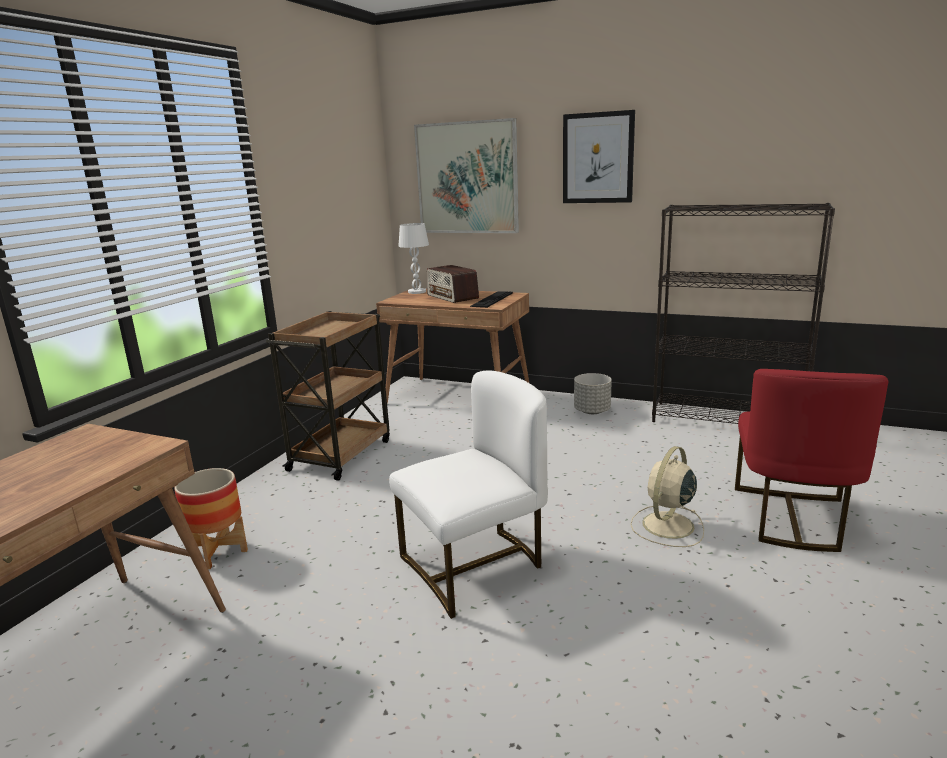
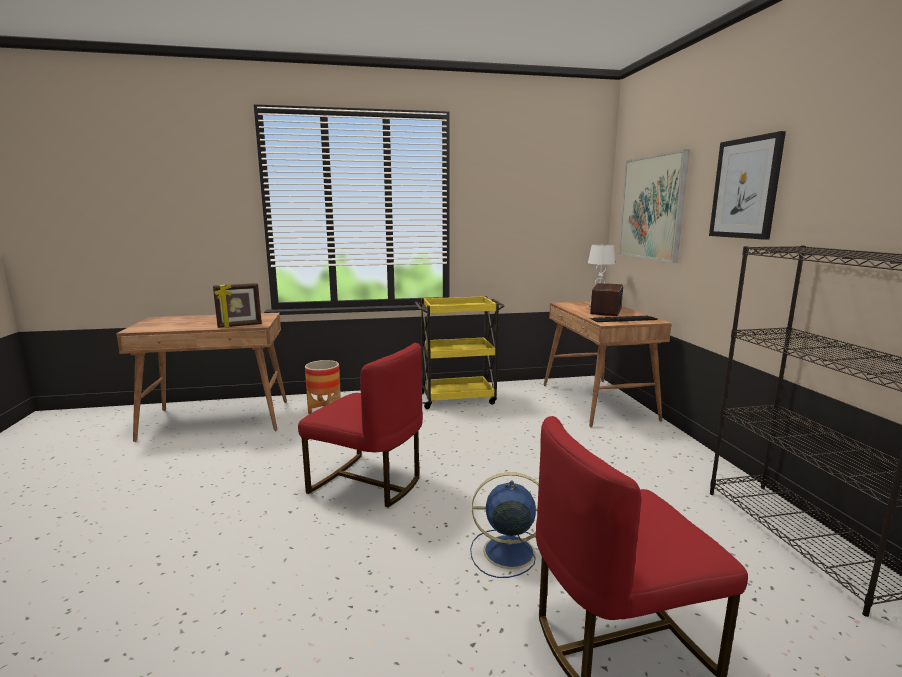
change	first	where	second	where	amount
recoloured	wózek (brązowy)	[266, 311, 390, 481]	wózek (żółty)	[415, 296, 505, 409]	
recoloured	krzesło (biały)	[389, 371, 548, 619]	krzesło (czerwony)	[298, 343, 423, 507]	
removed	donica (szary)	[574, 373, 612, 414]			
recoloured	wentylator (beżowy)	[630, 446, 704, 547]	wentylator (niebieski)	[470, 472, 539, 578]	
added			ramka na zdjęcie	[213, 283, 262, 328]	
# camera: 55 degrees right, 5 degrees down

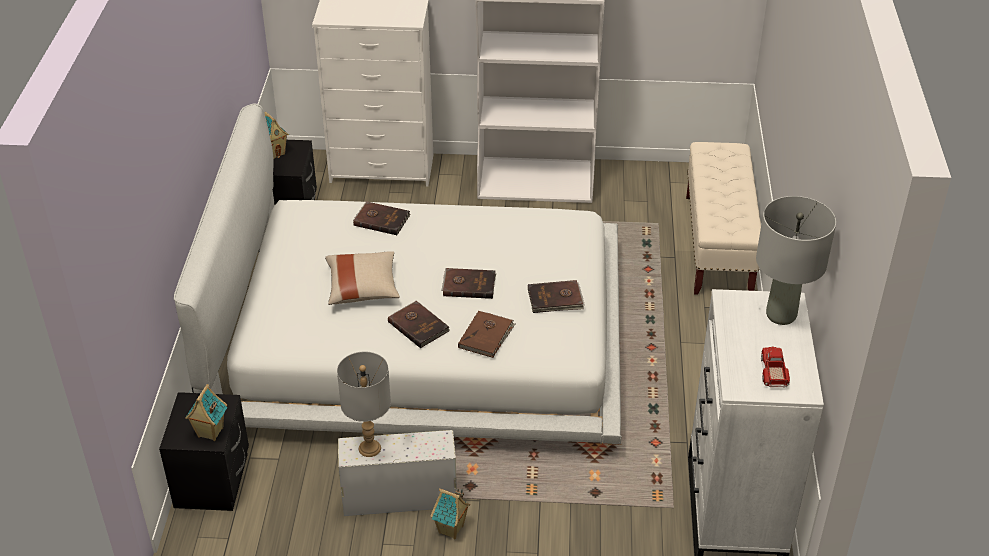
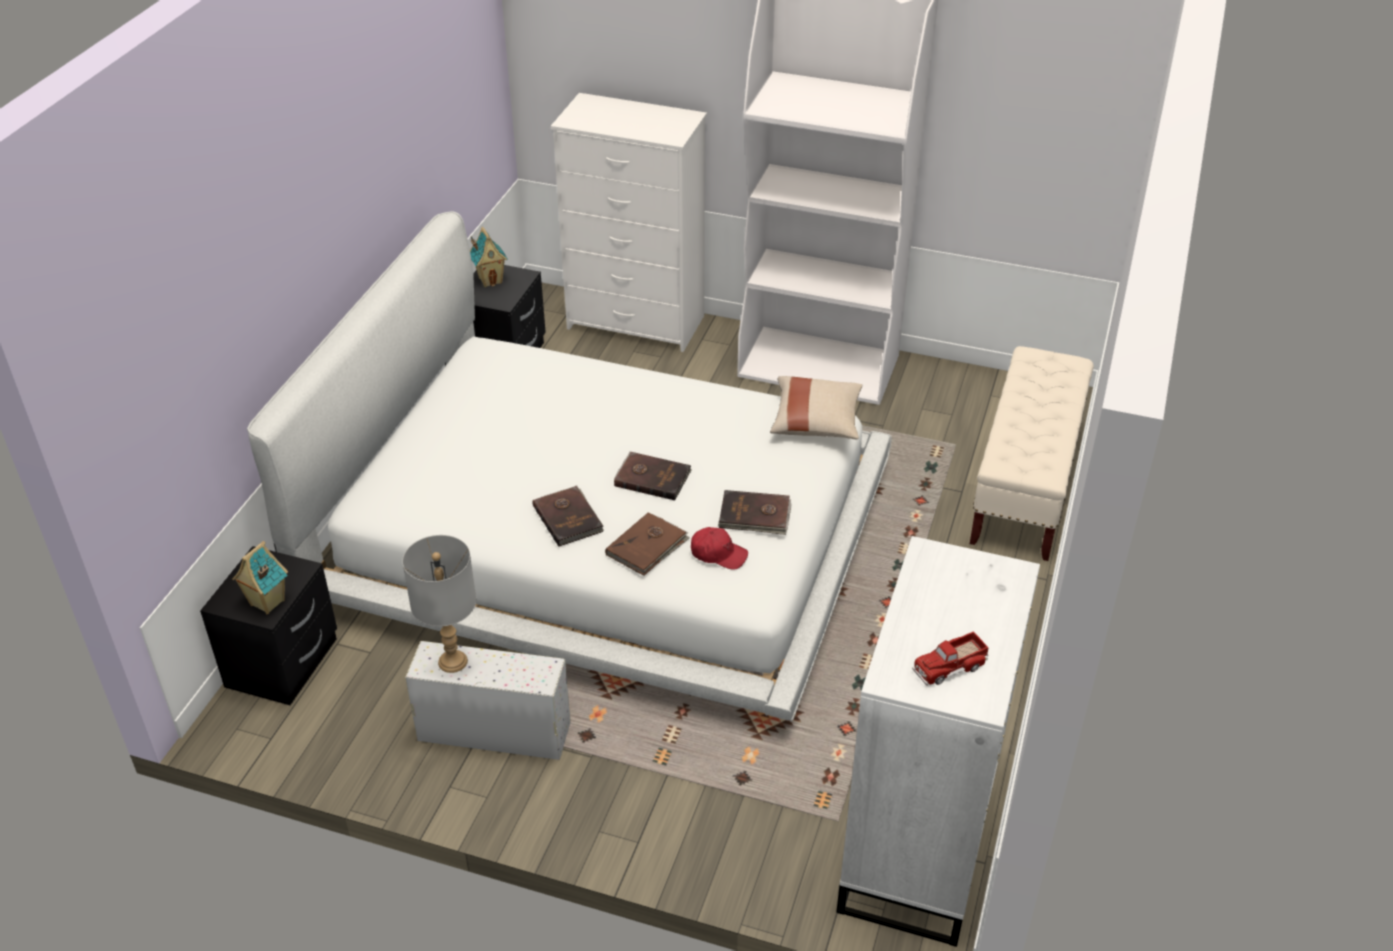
change	first	where	second	where	amount
removed	lampa stołowa (szary)	[756, 196, 836, 325]			
removed	książka (brązowy)	[353, 201, 410, 235]			
moved	poduszka (beżowy)	[325, 251, 400, 305]		[770, 376, 862, 439]	
turned	ciężarówka zabawkowa	[761, 346, 790, 387]		[912, 631, 989, 686]	135 degrees counterclockwise
removed	domek	[430, 488, 470, 539]			
added			czapka z daszkiem (czerwony)	[691, 527, 748, 570]	
# camera: 15 degrees right, 0 degrees up

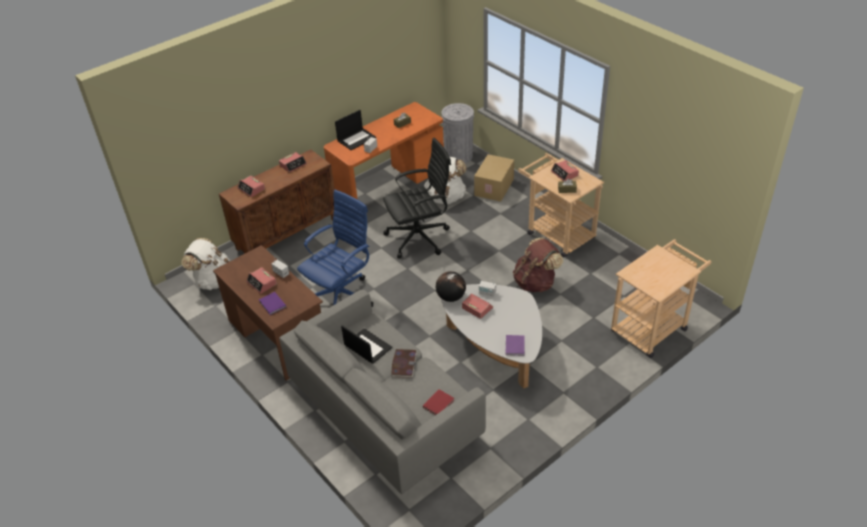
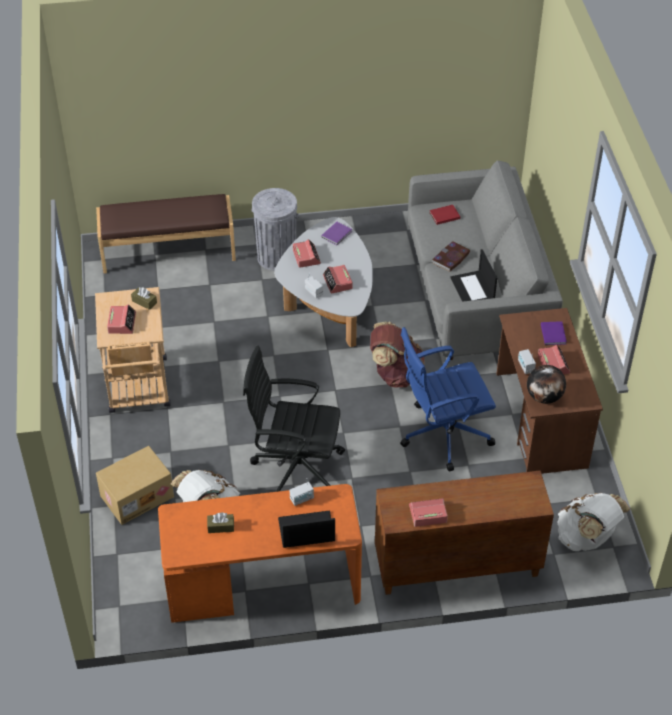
change	first	where	second	where	amount
moved	kosz na śmieci (szary)	[441, 103, 474, 163]		[252, 188, 299, 271]	
moved	budzik	[238, 176, 265, 197]		[293, 239, 321, 268]	
moved	plecak (brązowy)	[513, 237, 563, 293]		[370, 322, 424, 388]	
replaced	wózek (beżowy)	[611, 239, 712, 358]	ławka (brązowy)	[96, 194, 236, 274]	
moved	globus	[436, 271, 466, 302]		[527, 365, 566, 404]	
# camera: 150 degrees left, 5 degrees up

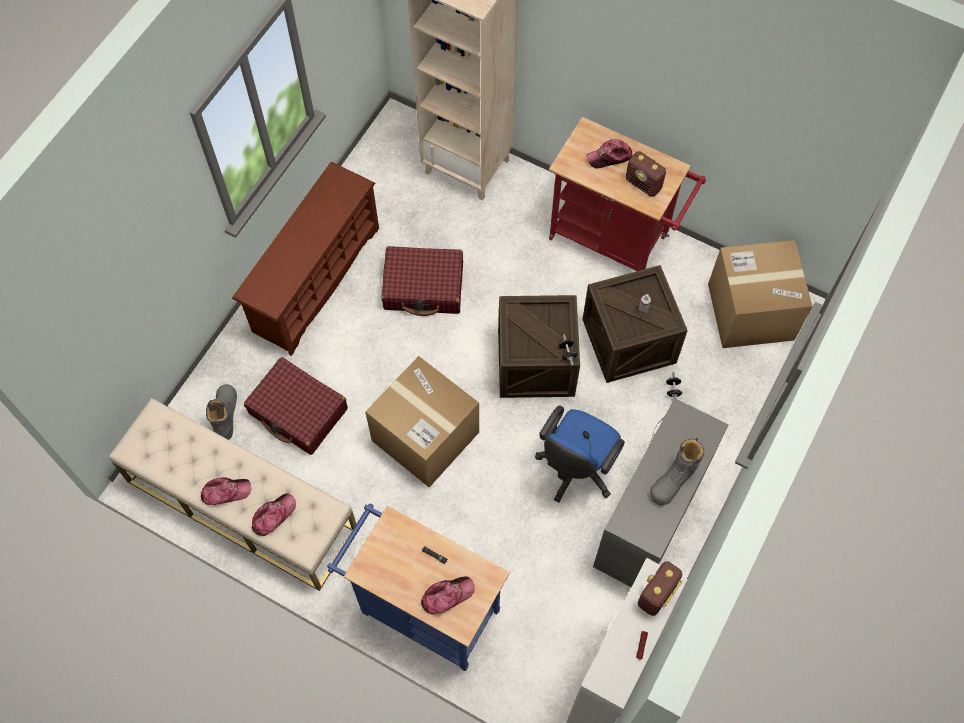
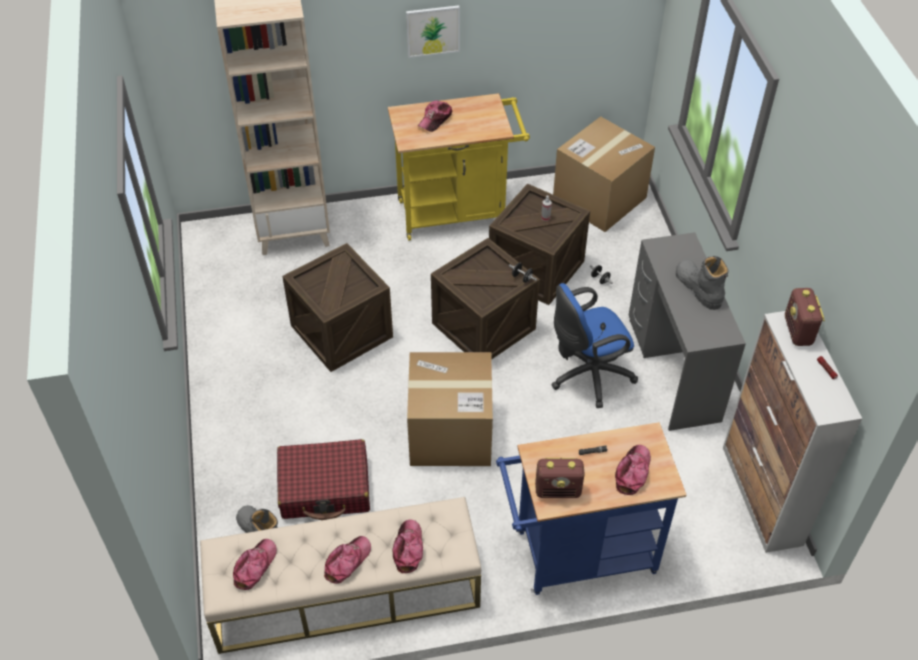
change	first	where	second	where	amount
recoloured	wózek (czerwony)	[549, 117, 706, 271]	wózek (żółty)	[388, 93, 530, 240]	
moved	radio	[626, 151, 666, 197]		[535, 458, 584, 498]	
removed	regał na buty (brązowy)	[232, 162, 379, 356]			
replaced	walizka (czerwony)	[381, 246, 463, 316]	skrzynka	[282, 243, 393, 372]	
turned	krzesło biurowe (niebieski)	[535, 406, 625, 503]		[551, 283, 638, 408]	75 degrees clockwise
turned	but z cholewką (szary)	[650, 438, 704, 505]		[675, 256, 729, 310]	150 degrees clockwise
added			obraz	[406, 5, 460, 58]	
added			czapka z daszkiem	[233, 539, 277, 590]	
# camera: 40 degrees left, 15 degrees down

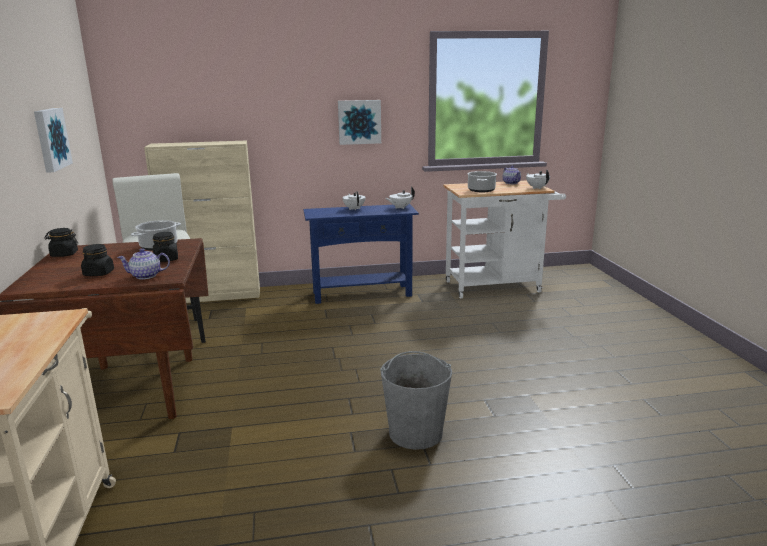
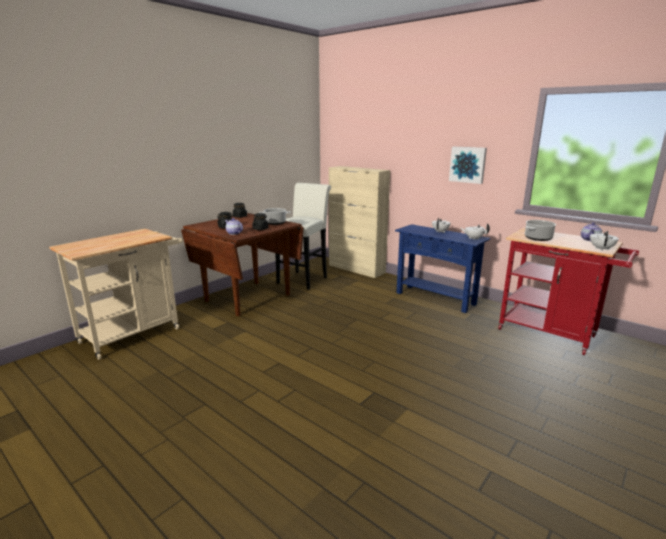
change	first	where	second	where	amount
removed	obraz	[34, 108, 73, 173]			
recoloured	wózek (biały)	[443, 181, 566, 299]	wózek (czerwony)	[498, 228, 639, 355]	
removed	wiadro (szary)	[380, 351, 452, 450]			
# camera: 50 degrees right, 0 degrees up

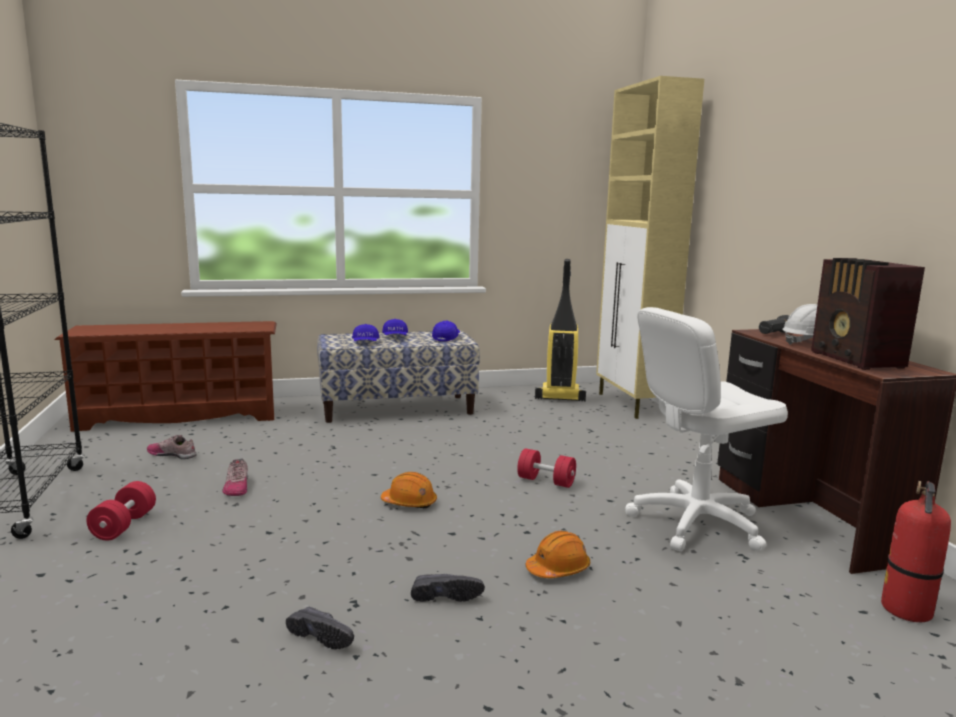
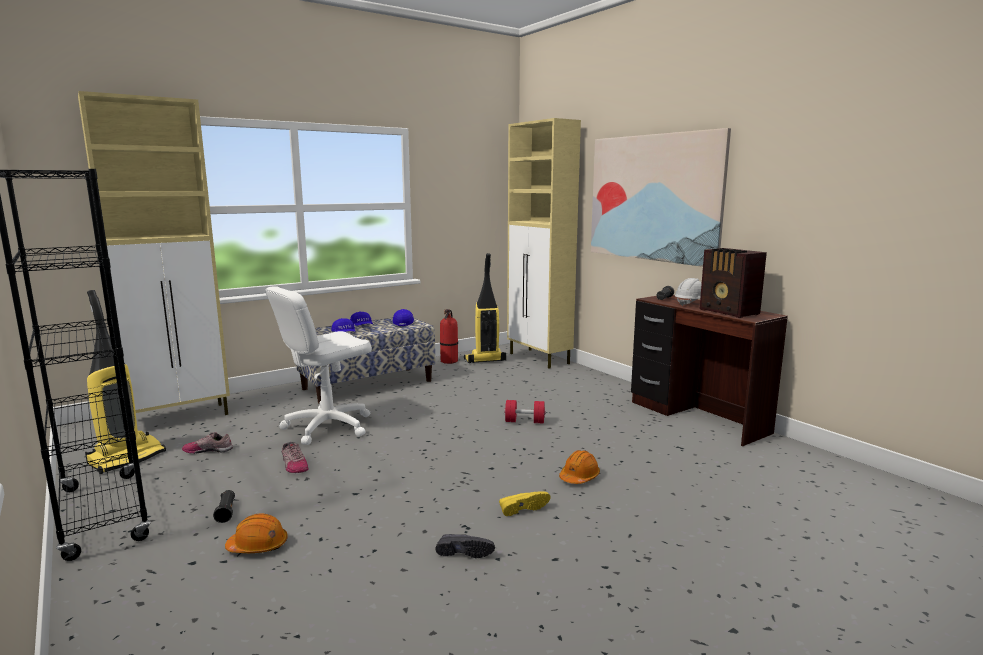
change	first	where	second	where	amount
moved	krzesło biurowe (biały)	[625, 307, 788, 551]		[266, 286, 372, 445]	
replaced	regał na buty (brązowy)	[55, 321, 277, 432]	szafka (beżowy)	[78, 91, 230, 415]	
moved	kask (pomarańczowy)	[381, 472, 437, 509]		[225, 513, 288, 553]	
replaced	hantel (czerwony)	[86, 481, 156, 541]	latarka (czarny)	[213, 490, 235, 523]	
moved	gaśnica	[881, 481, 951, 622]		[440, 309, 458, 364]	
recoloured	but (czarny)	[411, 574, 485, 602]	but (żółty)	[499, 491, 551, 516]	
added			obraz	[591, 128, 731, 267]	
added			odkurzacz	[85, 290, 166, 474]	
# camera: 20 degrees left, 0 degrees up

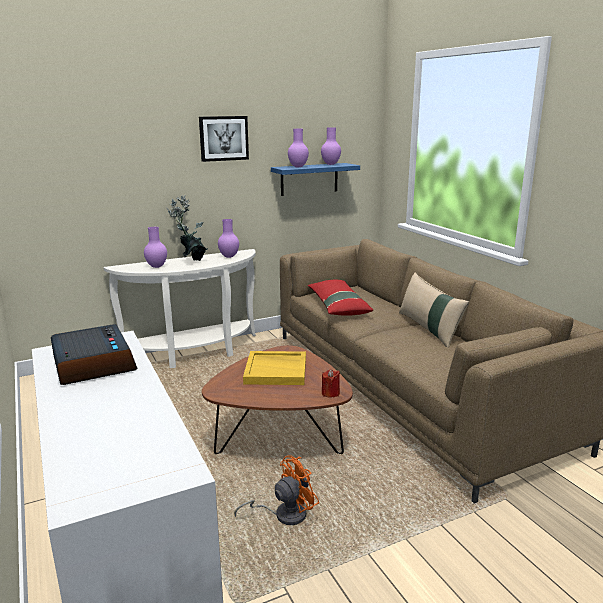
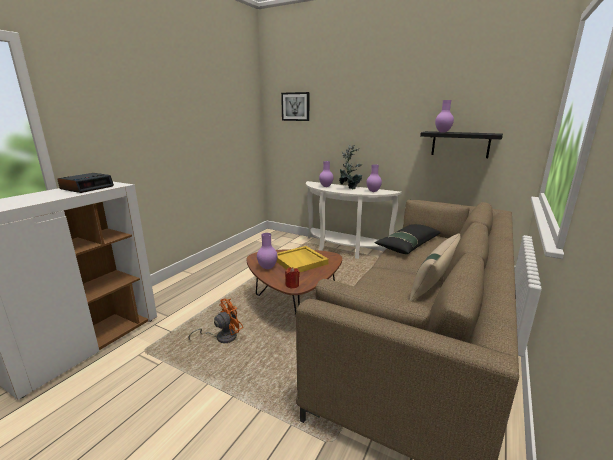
change	first	where	second	where	amount
moved	obraz	[199, 116, 249, 162]		[281, 92, 309, 121]	
moved	wazon (fioletowy)	[321, 127, 341, 165]		[257, 233, 278, 269]	
recoloured	półka (niebieski)	[271, 163, 360, 196]	półka (czarny)	[420, 131, 503, 158]	
recoloured	poduszka (czerwony)	[308, 280, 373, 316]	poduszka (czarny)	[375, 224, 441, 254]	
turned	wentylator (pomarańczowy)	[234, 455, 319, 525]		[188, 299, 243, 343]	60 degrees counterclockwise
# camera: 55 degrees right, 0 degrees up

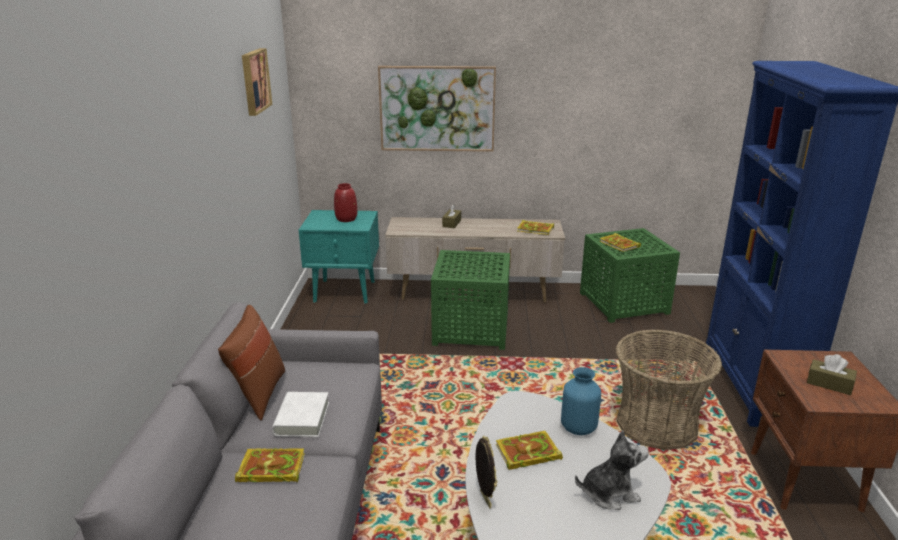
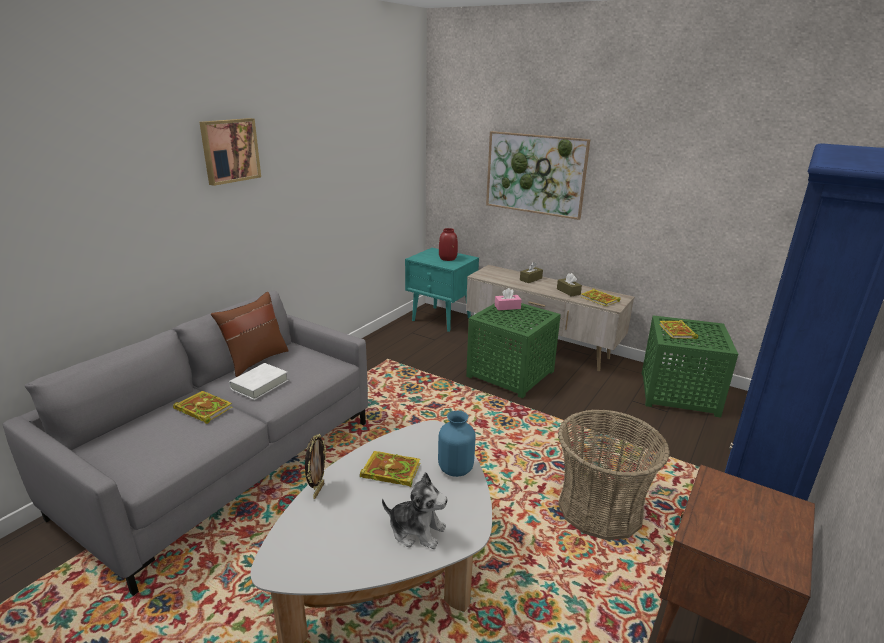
change	first	where	second	where	amount
moved	obraz	[242, 48, 272, 116]		[199, 118, 261, 186]	
moved	pudełko chusteczek (brązowy)	[807, 354, 857, 395]		[557, 273, 582, 296]	
added			pudełko chusteczek (różowy)	[495, 288, 522, 310]	
# camera: 30 degrees right, 0 degrees up

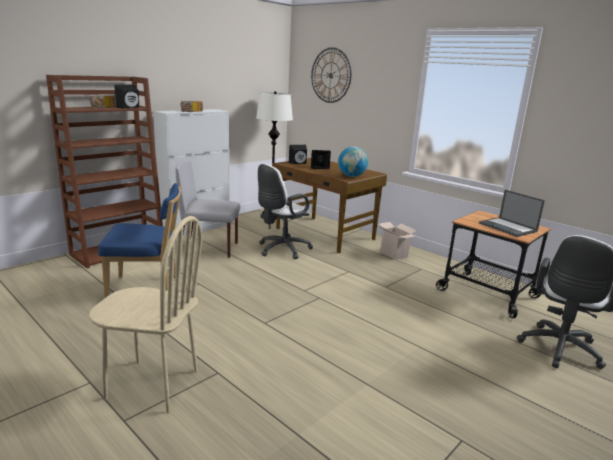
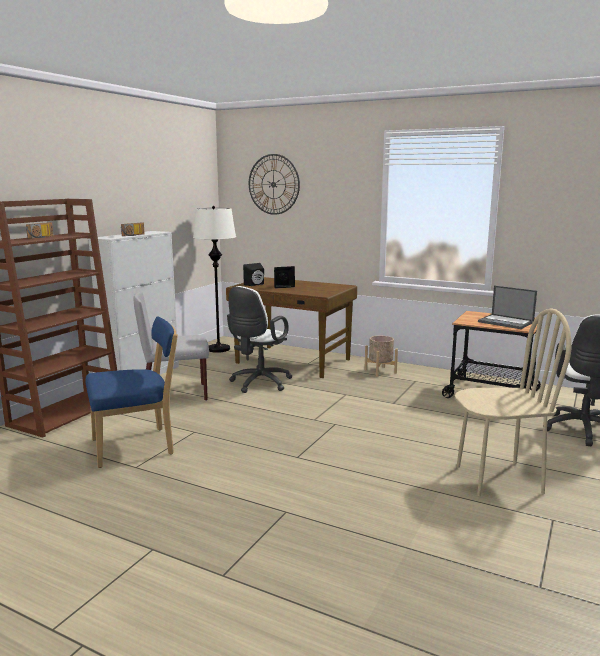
change	first	where	second	where	amount
removed	głośnik (czarny)	[114, 84, 139, 109]			
removed	globus	[338, 147, 368, 177]			
moved	krzesło (beżowy)	[89, 216, 202, 413]		[455, 308, 572, 496]	
replaced	karton	[379, 222, 417, 260]	donica (beżowy)	[365, 336, 398, 377]	
# camera: 15 degrees left, 5 degrees down

